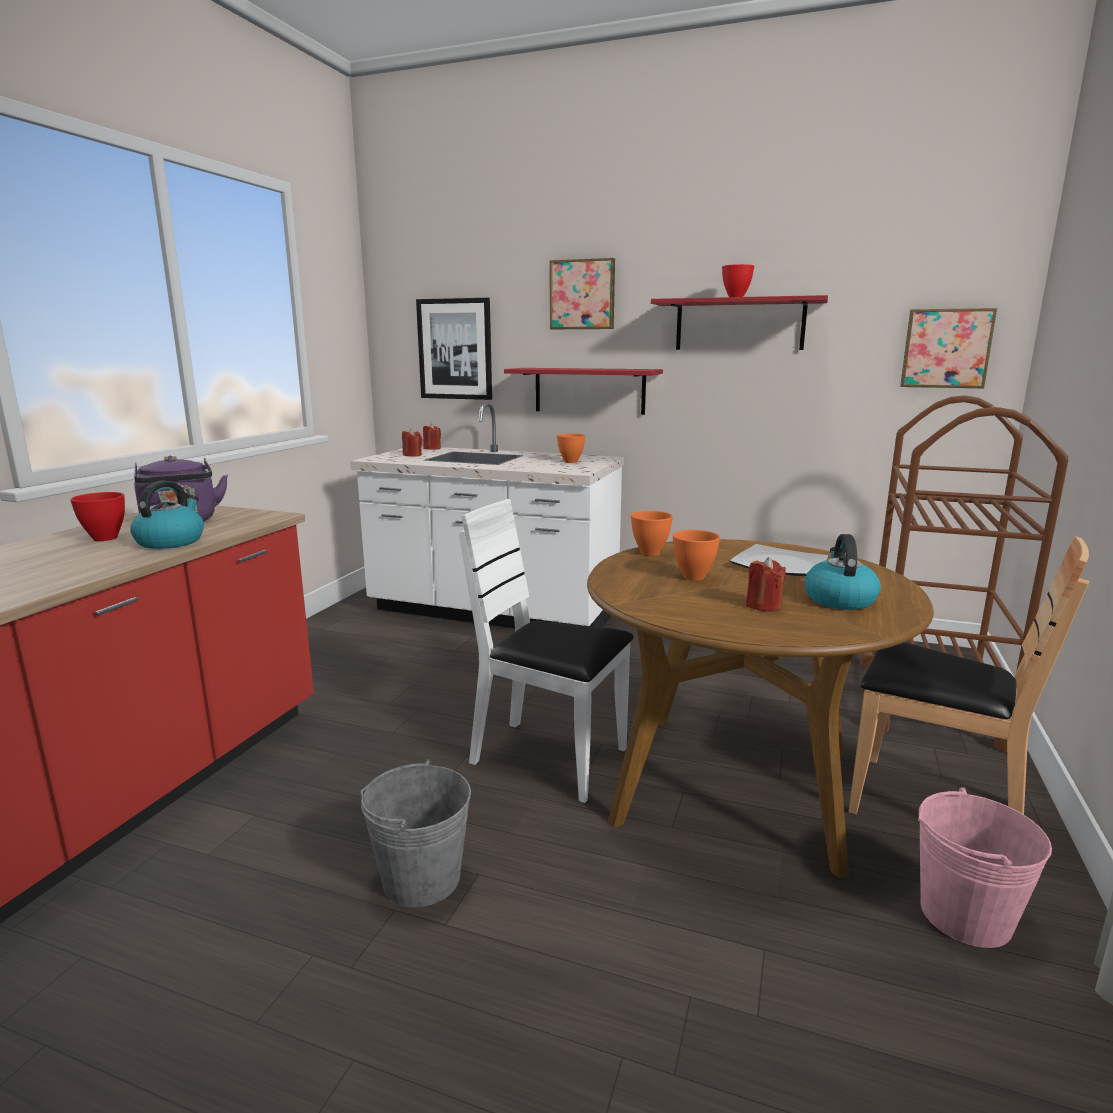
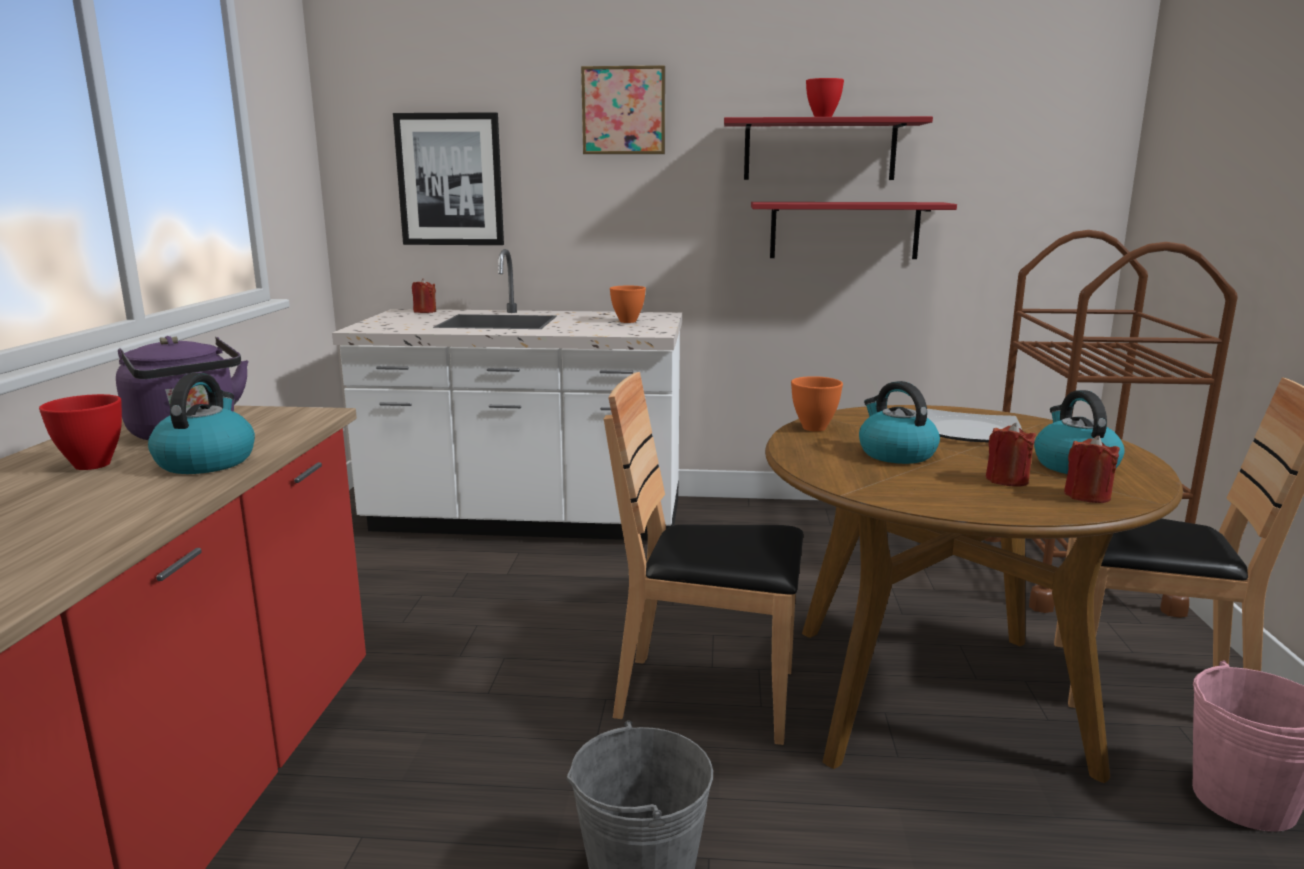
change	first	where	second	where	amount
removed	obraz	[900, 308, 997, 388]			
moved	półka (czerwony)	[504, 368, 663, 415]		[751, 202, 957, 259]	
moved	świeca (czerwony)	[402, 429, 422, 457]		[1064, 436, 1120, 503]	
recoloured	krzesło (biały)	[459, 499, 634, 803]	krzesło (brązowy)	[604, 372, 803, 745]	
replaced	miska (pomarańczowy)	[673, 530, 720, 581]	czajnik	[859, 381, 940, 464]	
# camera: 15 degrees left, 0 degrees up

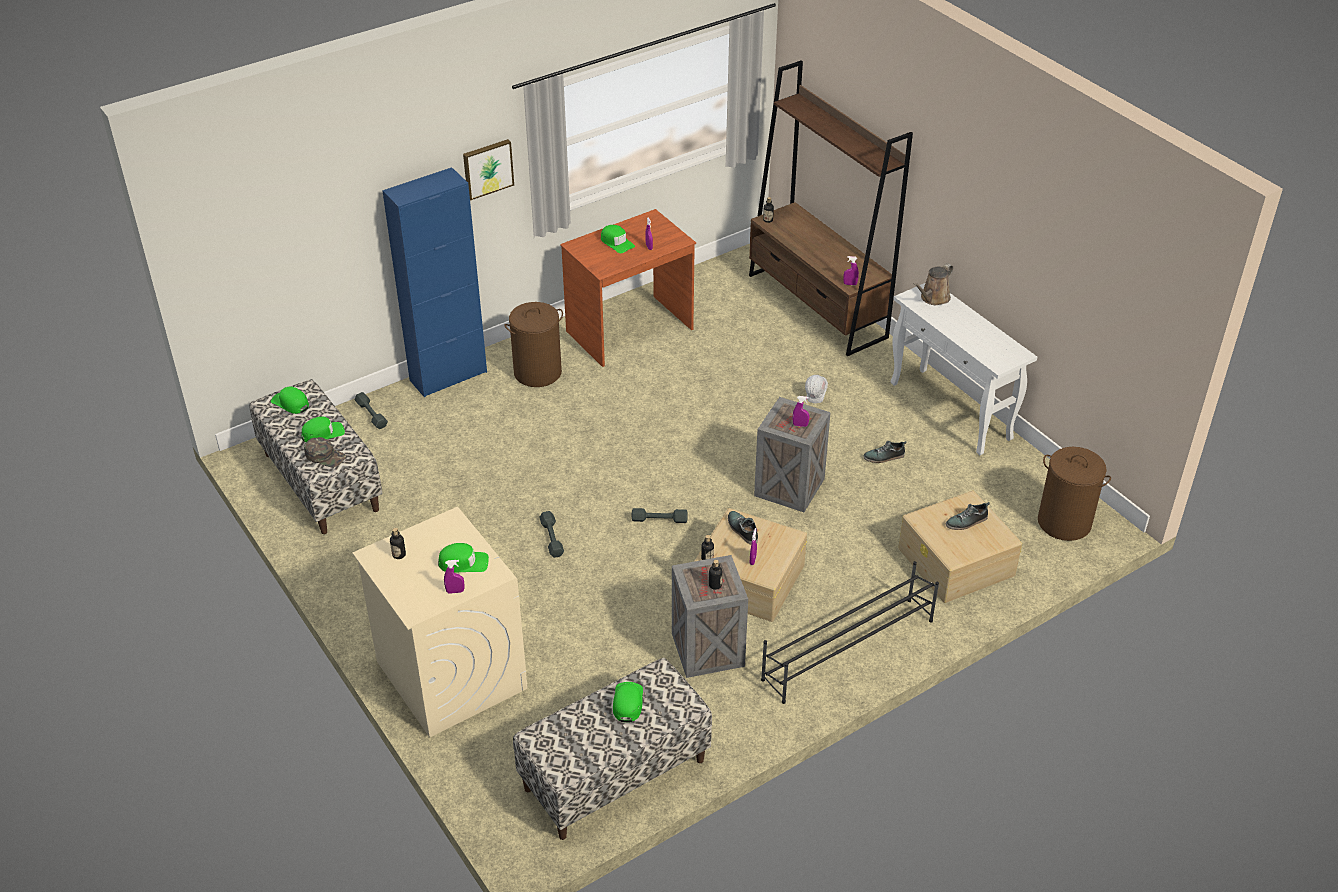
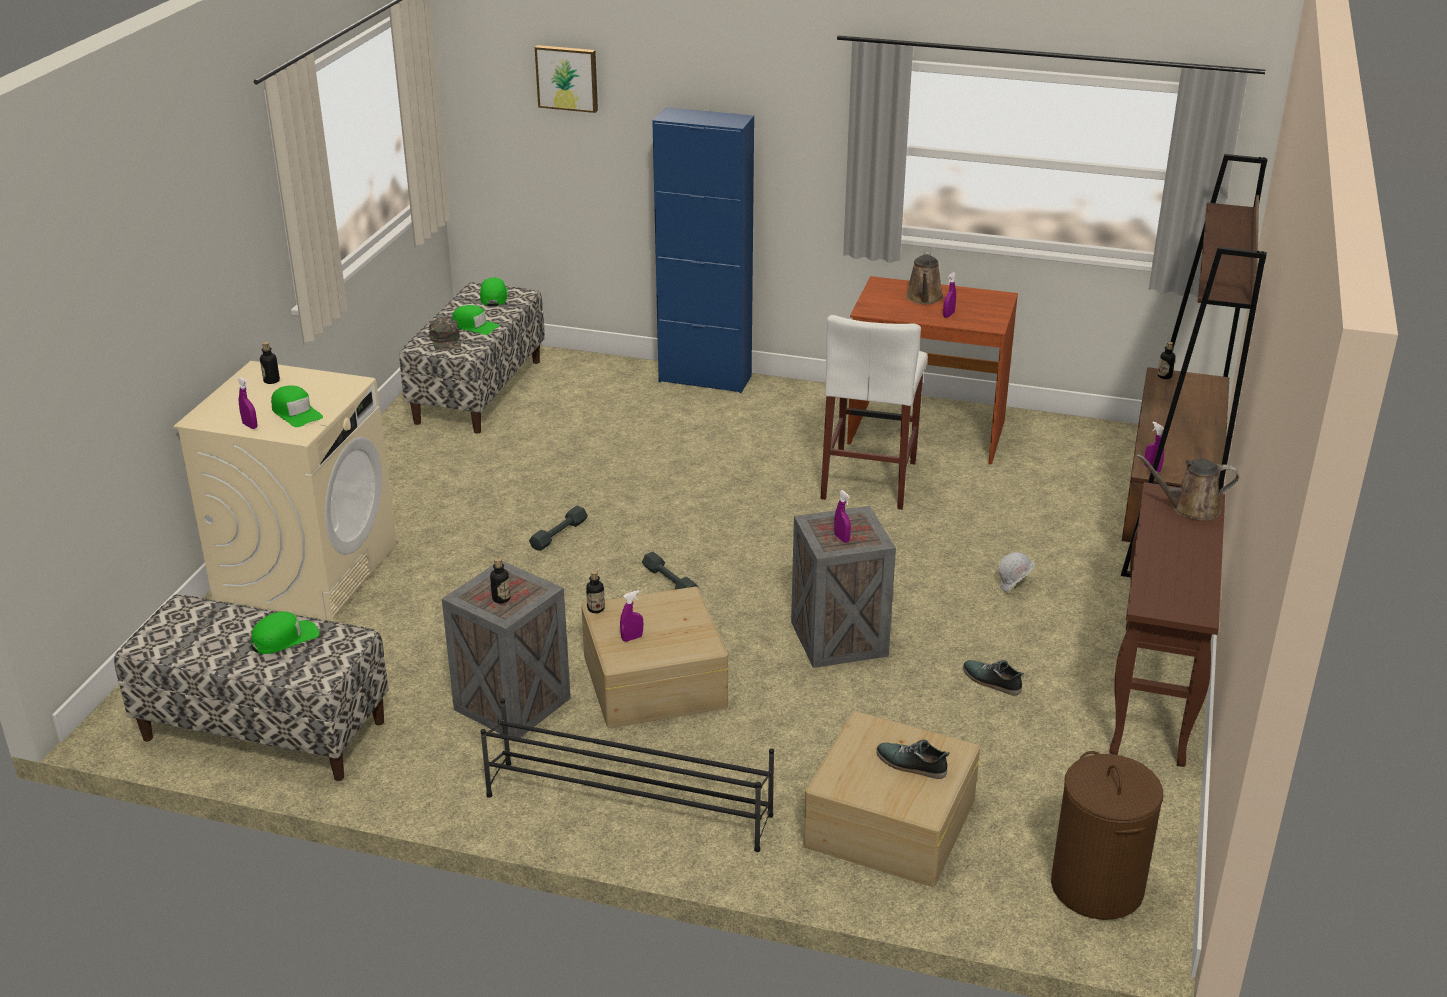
change	first	where	second	where	amount
moved	obraz	[463, 139, 514, 200]		[535, 45, 598, 113]	
replaced	czapka z daszkiem (zielony)	[601, 225, 635, 253]	konewka (brązowy)	[906, 252, 943, 304]	
recoloured	stolik konsolowy (biały)	[890, 283, 1037, 455]	stolik konsolowy (brązowy)	[1110, 482, 1225, 767]	
removed	kosz na pranie (brązowy)	[504, 302, 563, 387]			
removed	hantel (szary)	[354, 392, 388, 429]			
removed	but	[728, 511, 758, 544]			
added			stołek (biały)	[821, 315, 928, 510]	
# camera: 50 degrees right, 10 degrees down

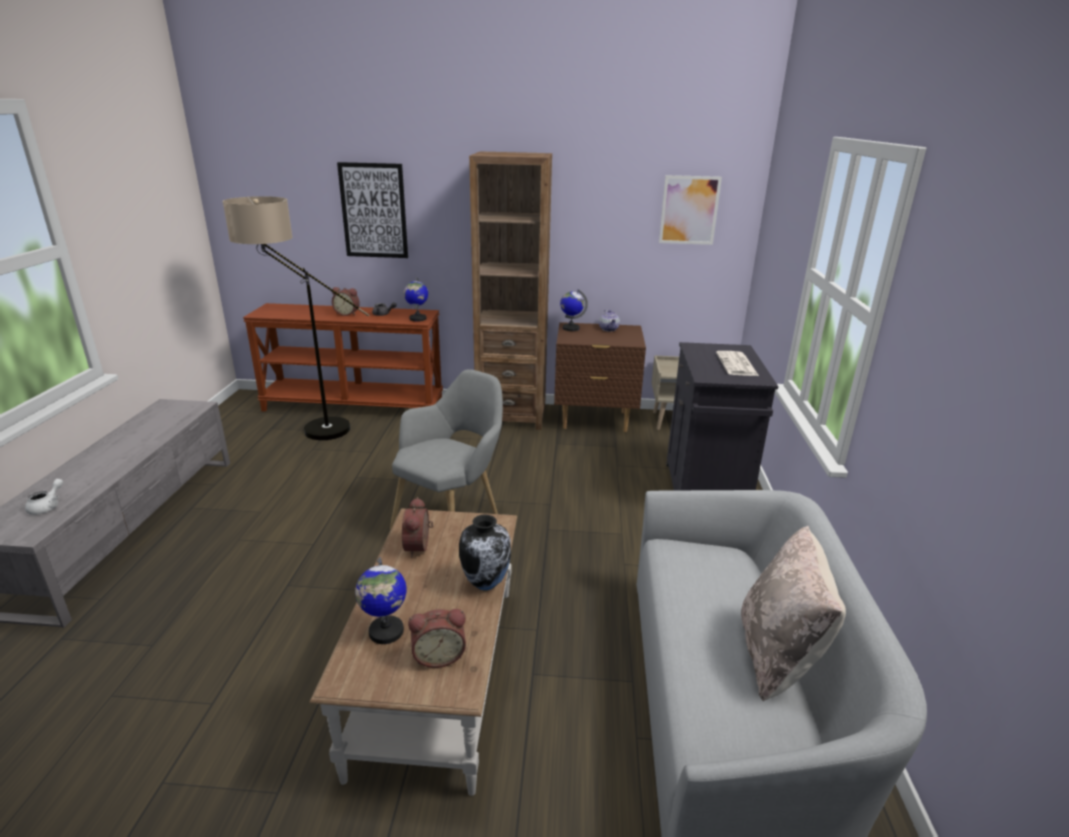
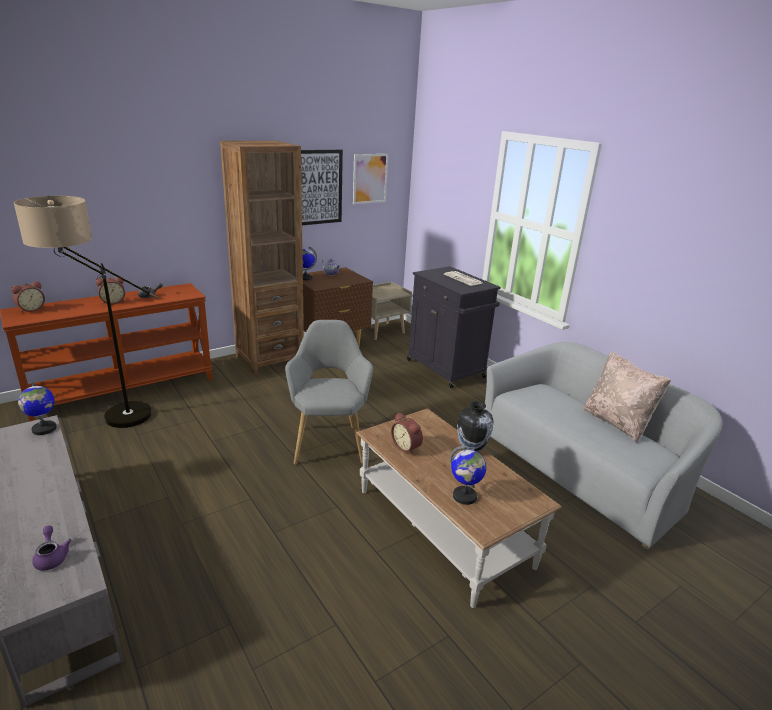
change	first	where	second	where	amount
moved	obraz	[337, 162, 408, 258]		[301, 150, 343, 225]	
moved	globus	[404, 277, 428, 322]		[18, 381, 57, 435]	
recoloured	imbryk (biały)	[25, 479, 63, 515]	imbryk (fioletowy)	[32, 525, 71, 571]	
moved	budzik	[408, 609, 466, 668]		[11, 281, 45, 313]	
# camera: 40 degrees left, 0 degrees up

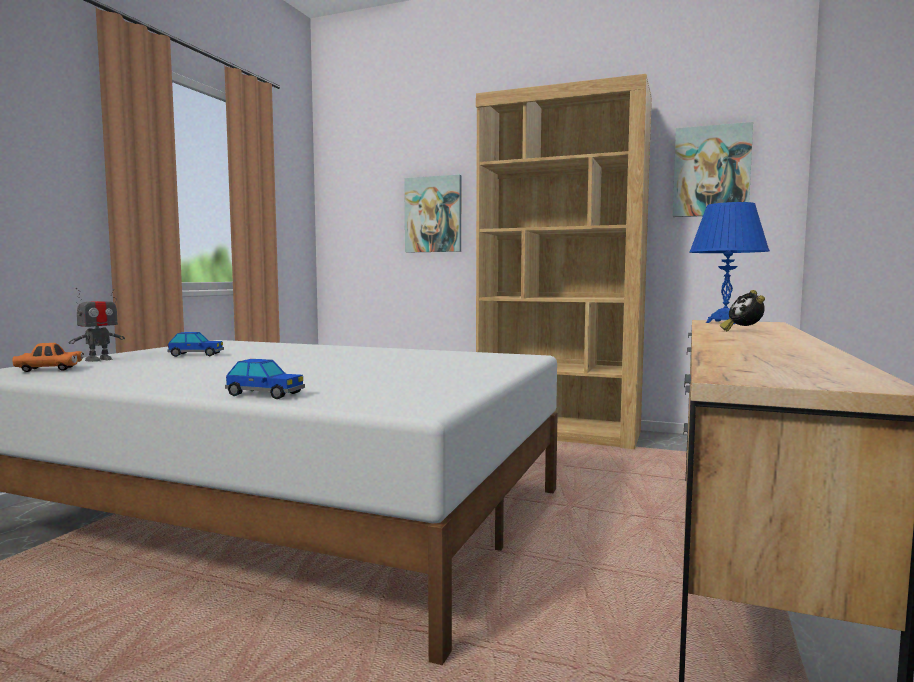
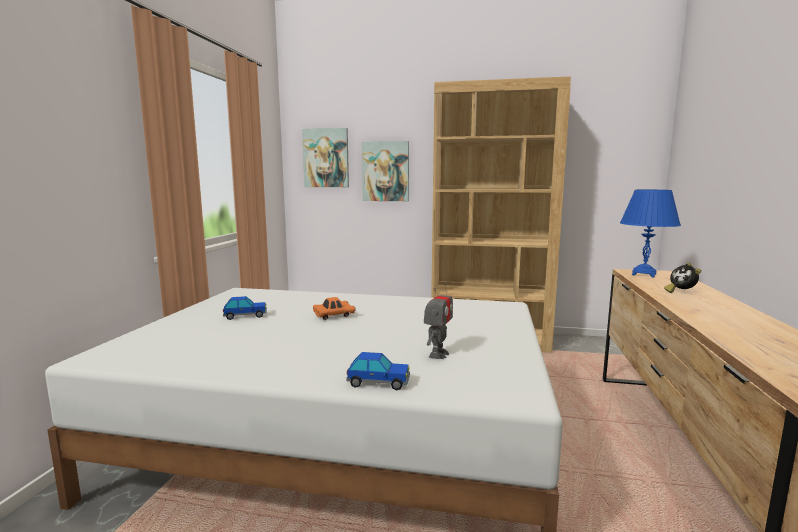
change	first	where	second	where	amount
moved	obraz	[673, 122, 753, 217]		[302, 128, 349, 187]	
moved	robot zabawkowy	[68, 288, 125, 362]		[424, 282, 453, 359]	
moved	samochodzik (pomarańczowy)	[12, 343, 84, 372]		[313, 297, 356, 320]	
# camera: 10 degrees left, 5 degrees up

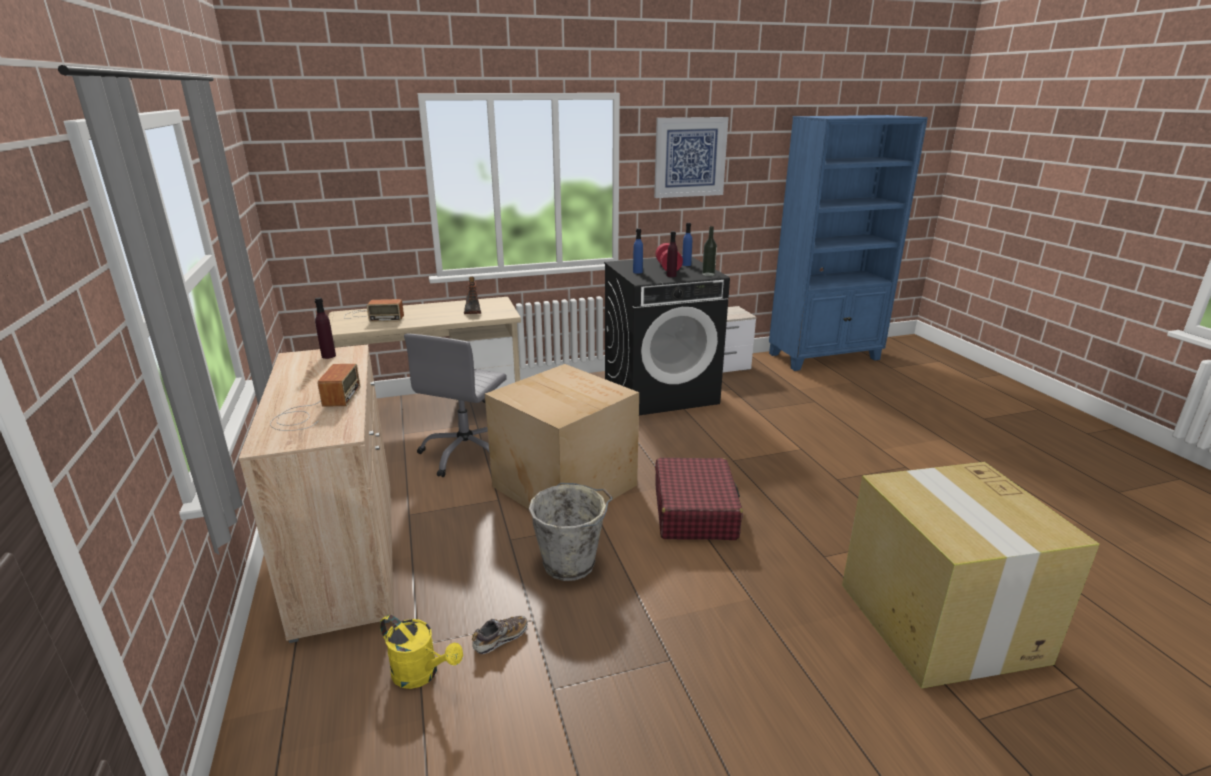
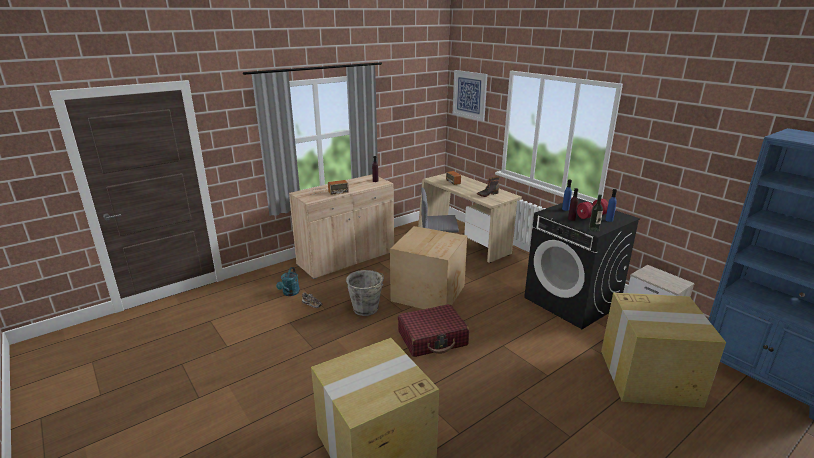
change	first	where	second	where	amount
moved	obraz	[654, 117, 729, 198]		[453, 70, 488, 121]	
recoloured	konewka (żółty)	[380, 615, 463, 689]	konewka (turkusowy)	[276, 267, 300, 296]	
added			karton	[601, 293, 726, 407]	
# camera: 70 degrees right, 0 degrees up

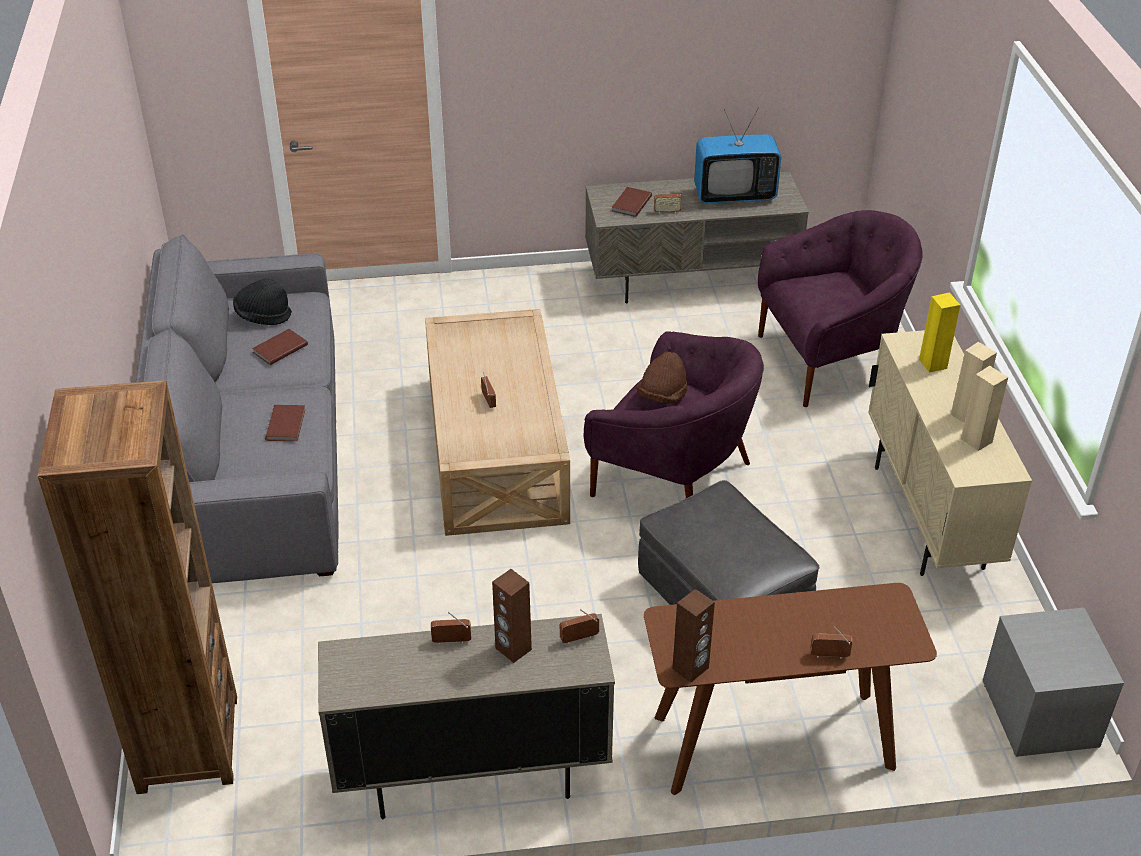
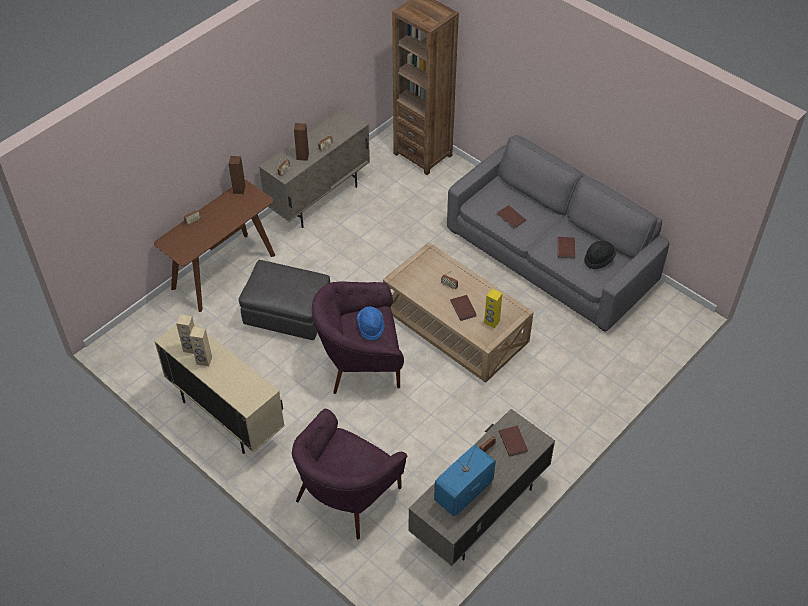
change	first	where	second	where	amount
moved	głośnik (żółty)	[919, 292, 960, 373]		[484, 288, 502, 328]	
recoloured	kapelusz (brązowy)	[636, 352, 688, 404]	kapelusz (niebieski)	[357, 307, 385, 340]	
removed	szafka nocna (szary)	[982, 608, 1124, 757]			
added			książka (brązowy)	[450, 295, 477, 321]	
# camera: 140 degrees right, 10 degrees up

